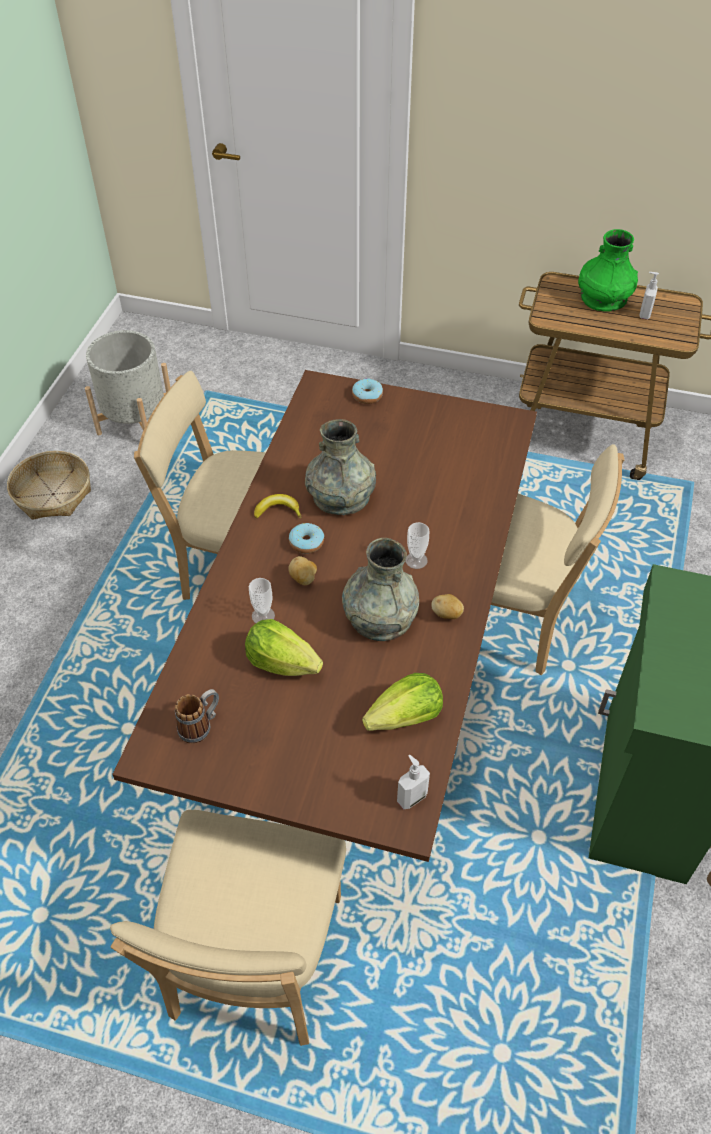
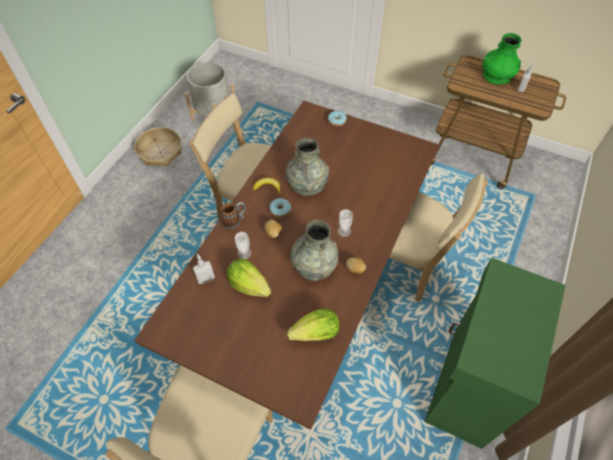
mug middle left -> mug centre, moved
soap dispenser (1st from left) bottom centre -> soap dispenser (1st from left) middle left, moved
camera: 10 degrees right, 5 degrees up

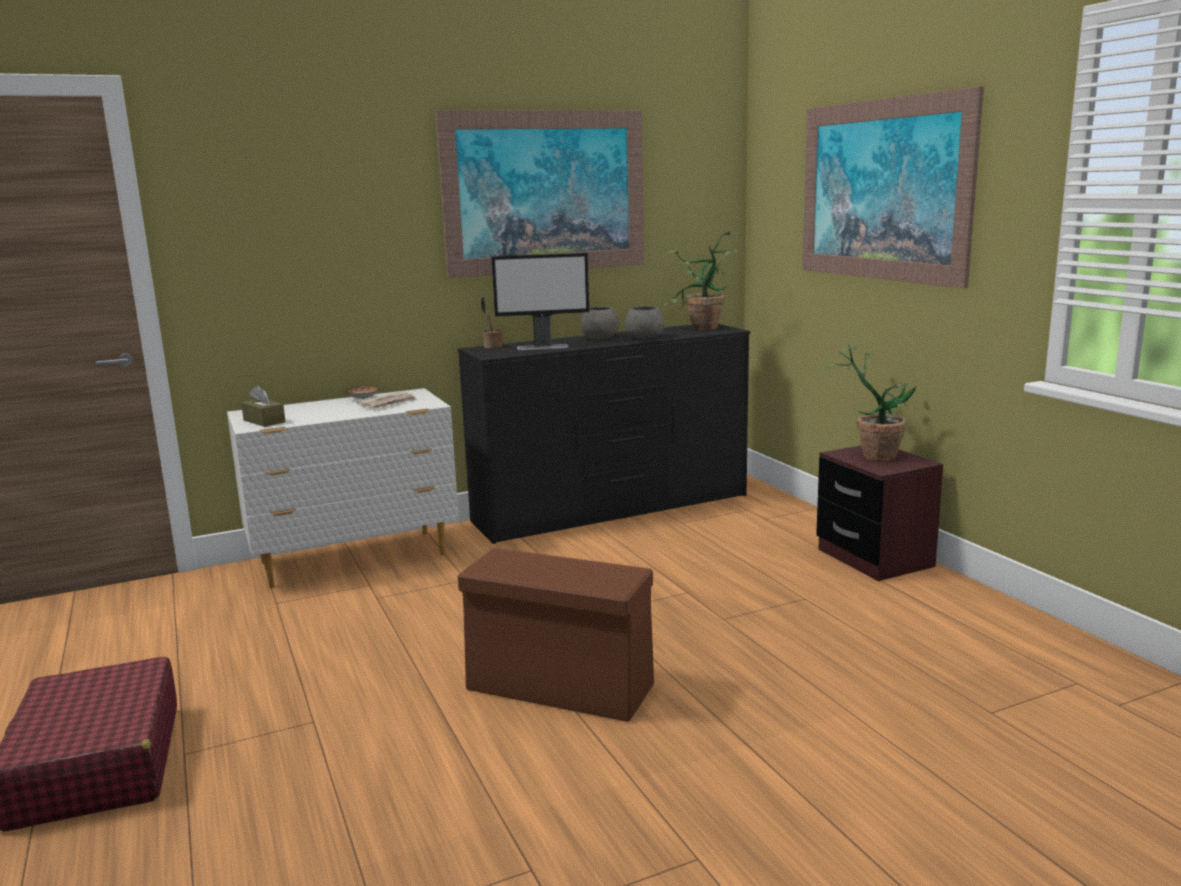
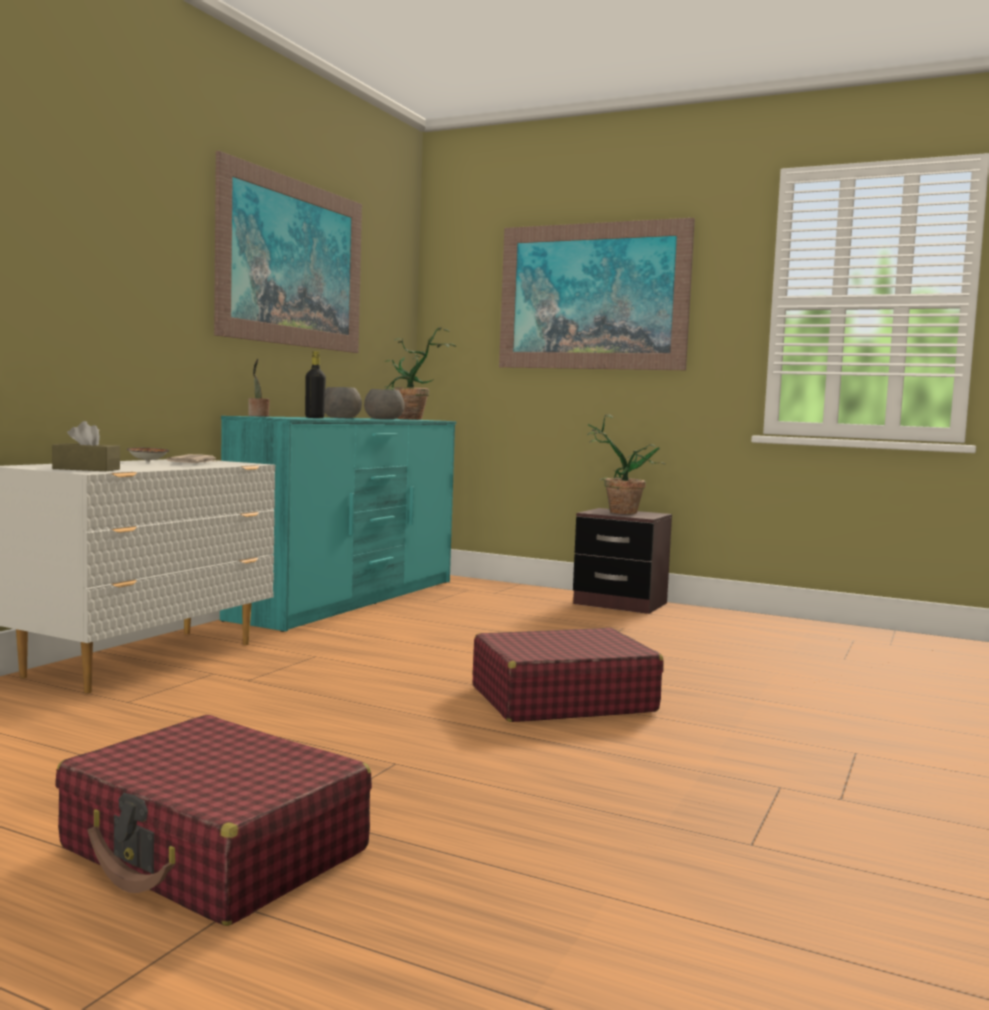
storage box (brown) bottom centre -> suitcase (red) (2nd from left) bottom centre
monitor centre -> bottle (black) middle left
dresser (black) centre -> dresser (turquoise) centre
camera: 40 degrees left, 10 degrees down

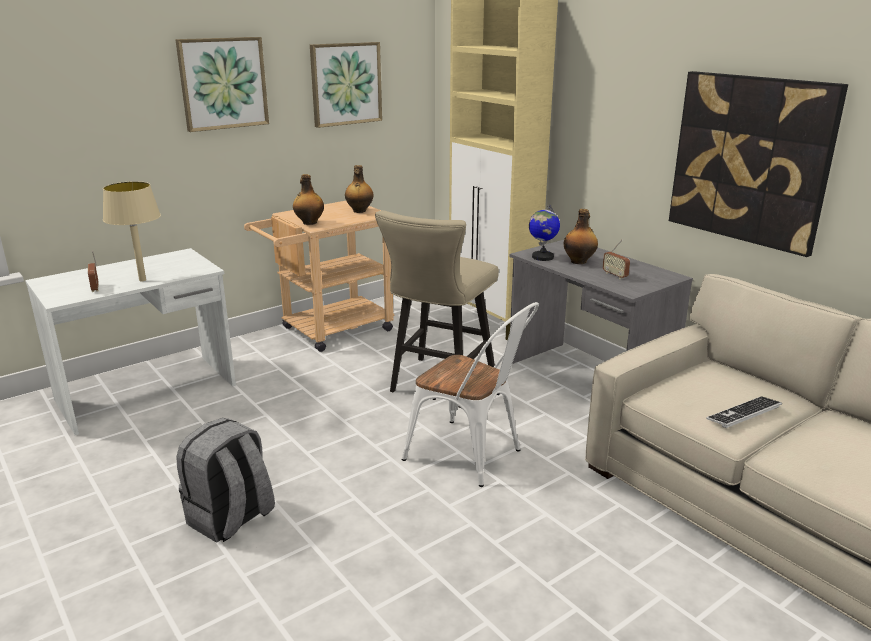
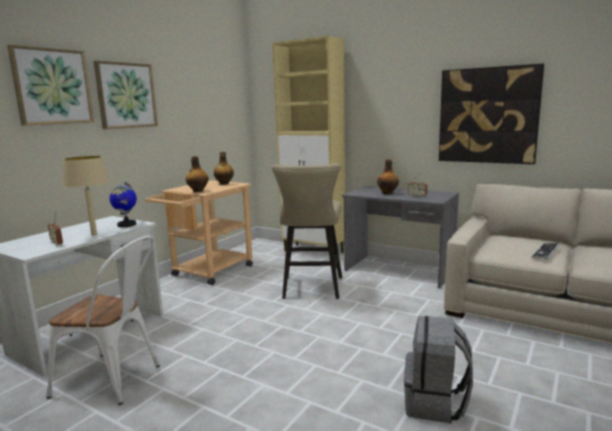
backpack (grey) bottom left -> backpack (grey) bottom right, moved
picture (2nd from left in the first image) top centre -> picture (1st from left) top left, moved
chair (white) centre -> chair (white) bottom left, moved
globe centre -> globe middle left, moved
camera: 20 degrees left, 10 degrees down

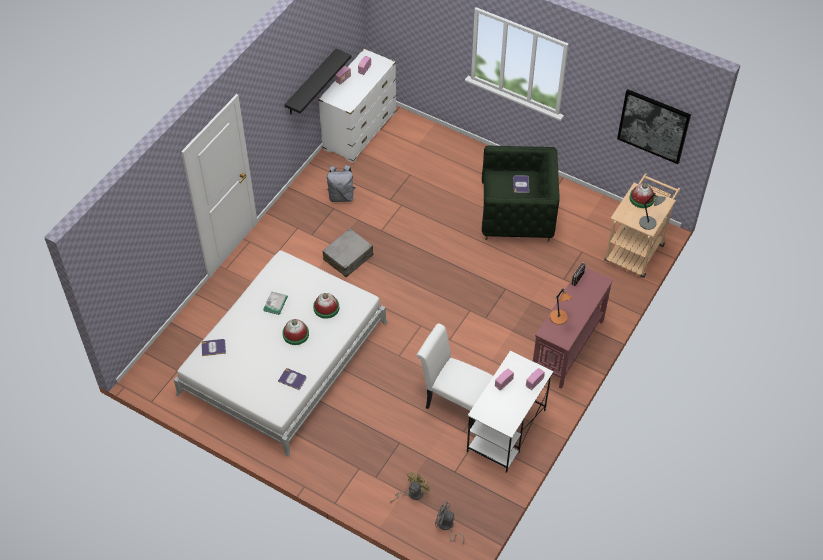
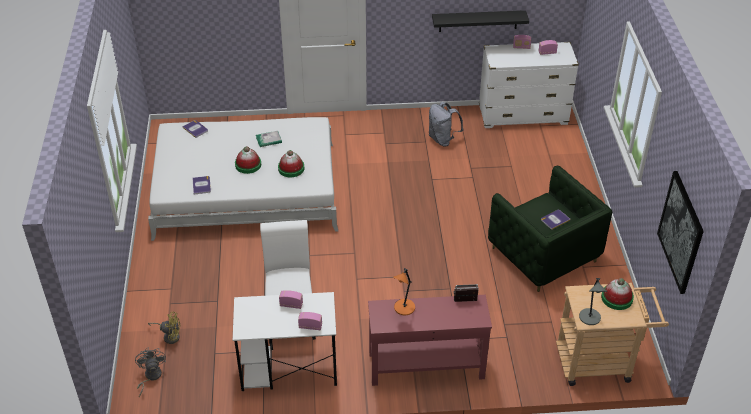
suitcase (grey) centre -> none
camera: 55 degrees right, 10 degrees down

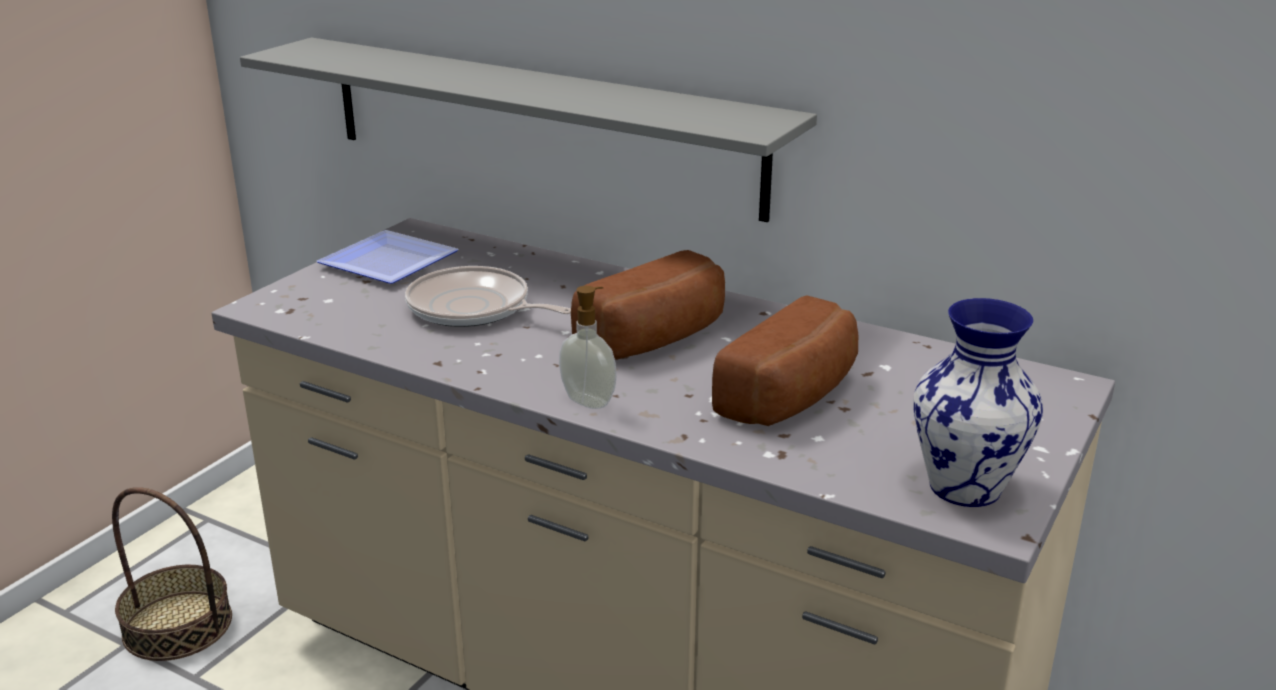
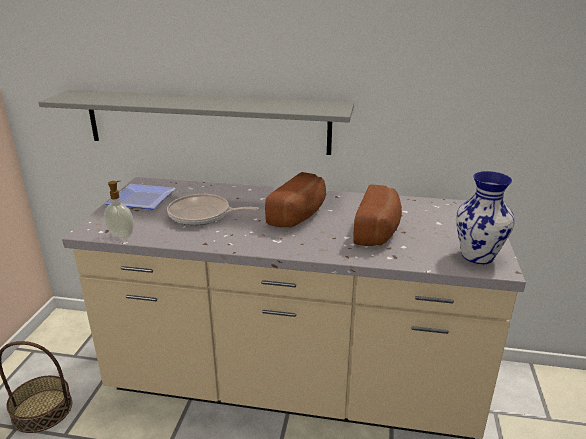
soap dispenser centre -> soap dispenser middle left, moved
camera: 20 degrees left, 0 degrees up

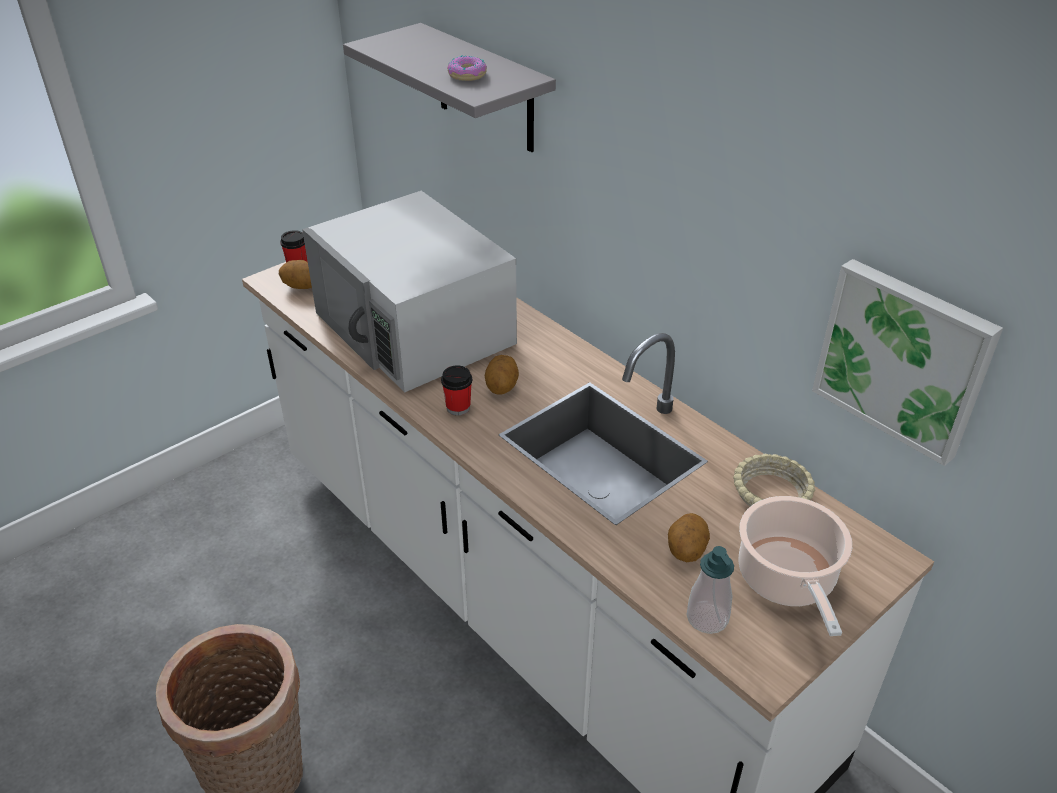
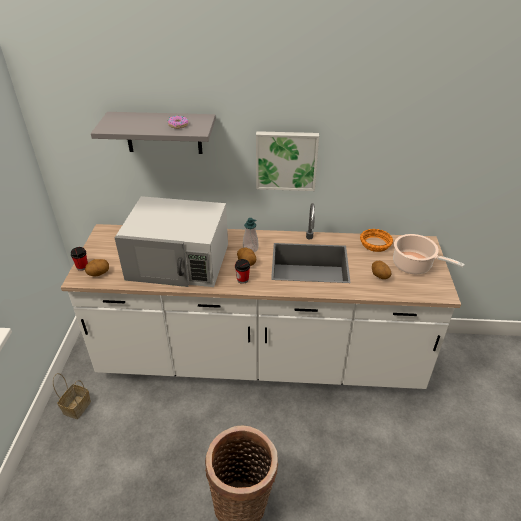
none -> basket (1st from left) bottom left
soap dispenser bottom right -> soap dispenser centre, moved
picture middle right -> picture top centre, moved
bowl (beige) middle right -> bowl (orange) middle right
camera: 45 degrees left, 0 degrees up

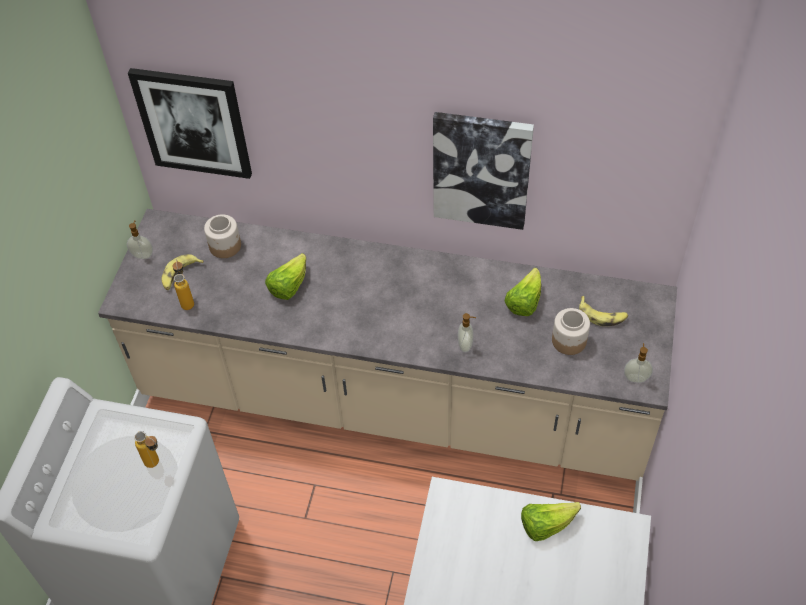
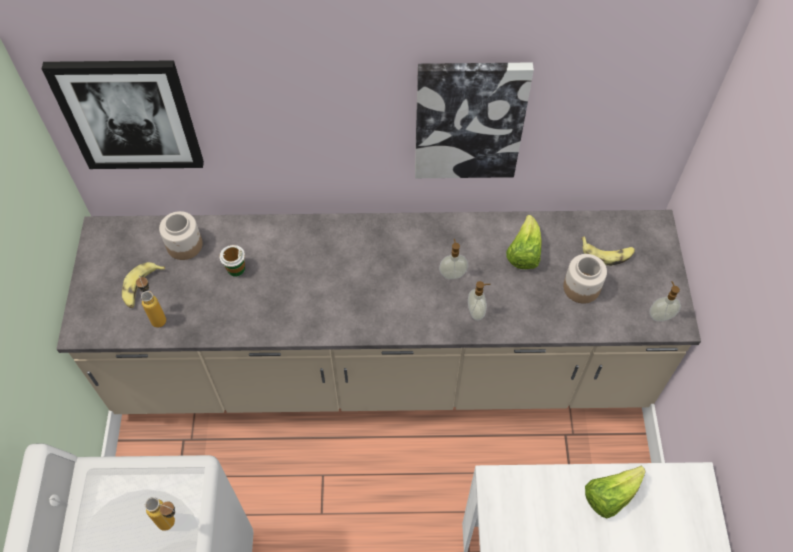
lettuce (1st from left) centre -> none
none -> cup middle left
soap dispenser (1st from left) middle left -> soap dispenser (1st from left) centre, moved
camera: 15 degrees left, 5 degrees up

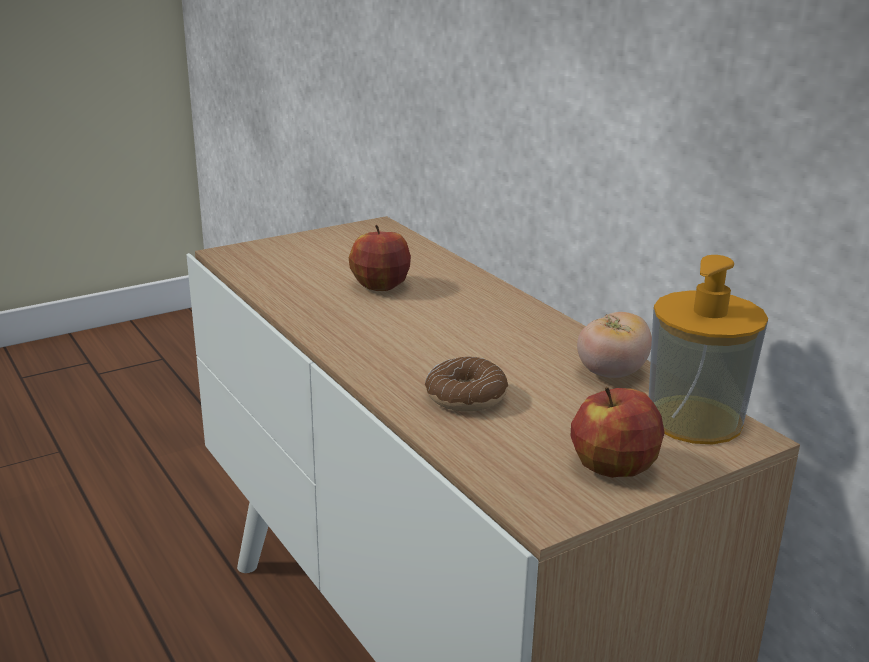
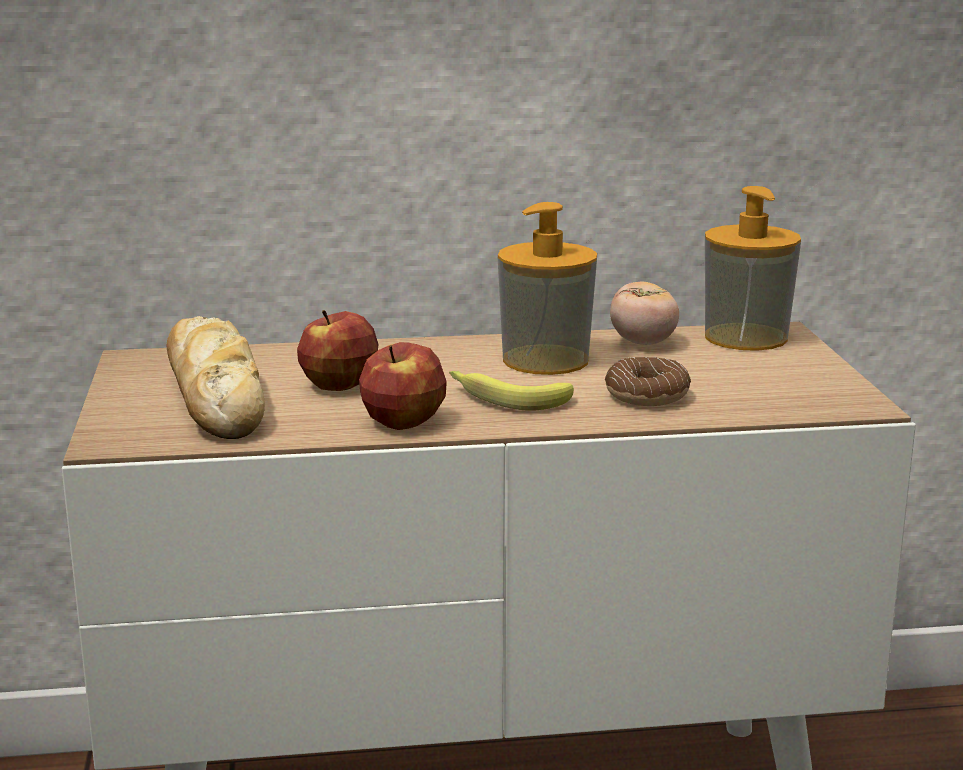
none -> bread middle left
none -> banana centre
none -> soap dispenser (1st from left) centre
apple (2nd from left) middle right -> apple (2nd from left) centre, moved
camera: 65 degrees left, 5 degrees down

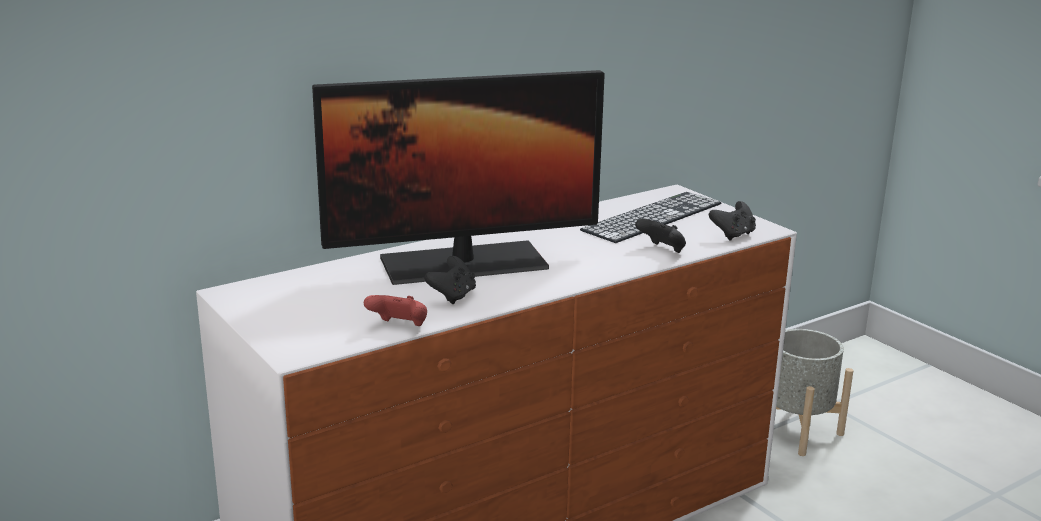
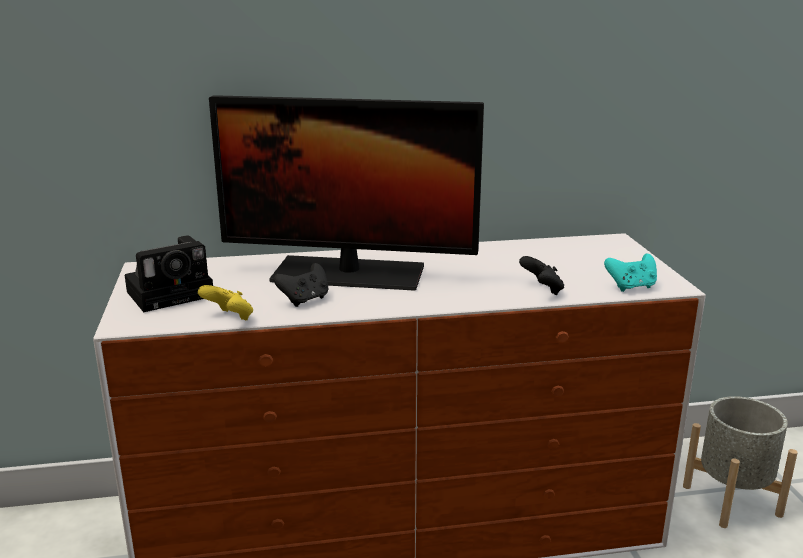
keyboard centre -> none
none -> photo camera middle left
game controller (red) centre -> game controller (yellow) middle left
game controller (black) (3rd from left) middle right -> game controller (turquoise) middle right
camera: 25 degrees right, 0 degrees up

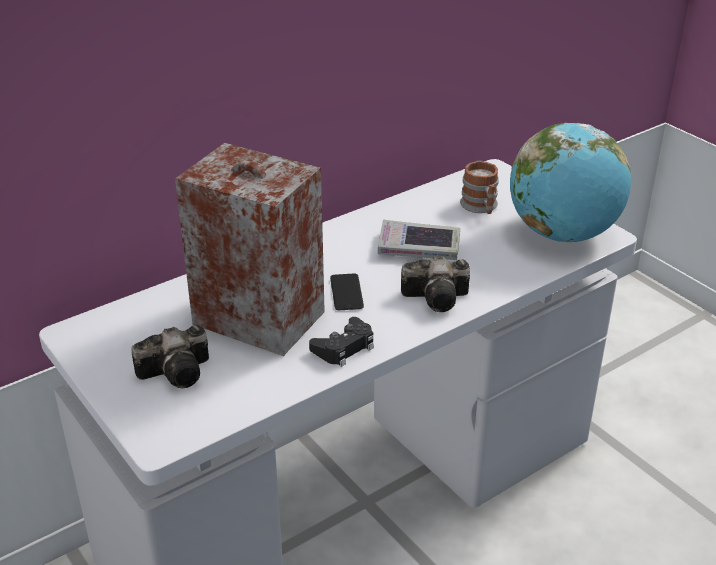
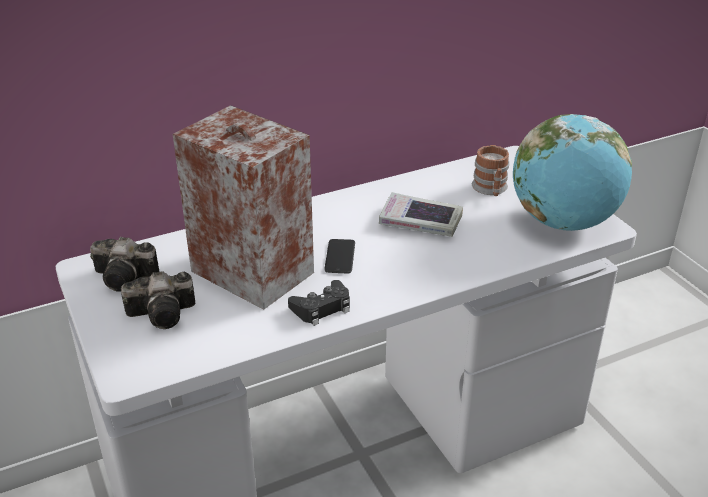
photo camera (2nd from left in the first image) centre -> photo camera (1st from left) middle left, moved
camera: 10 degrees right, 0 degrees up

